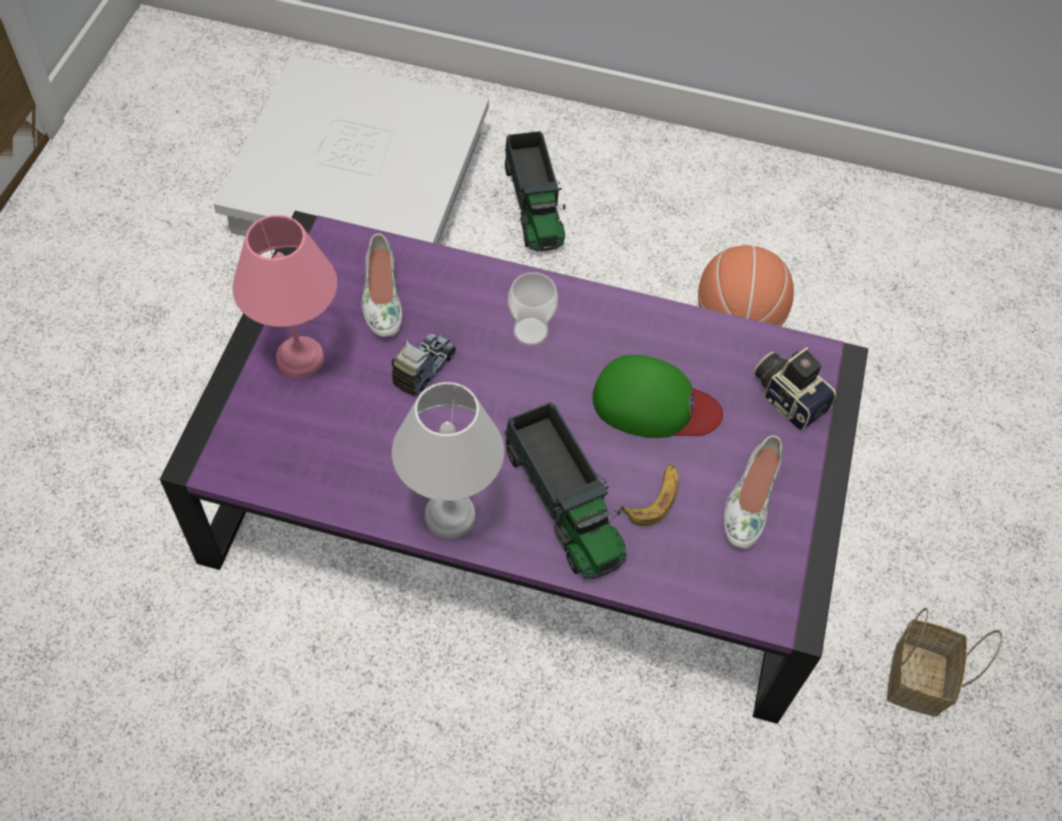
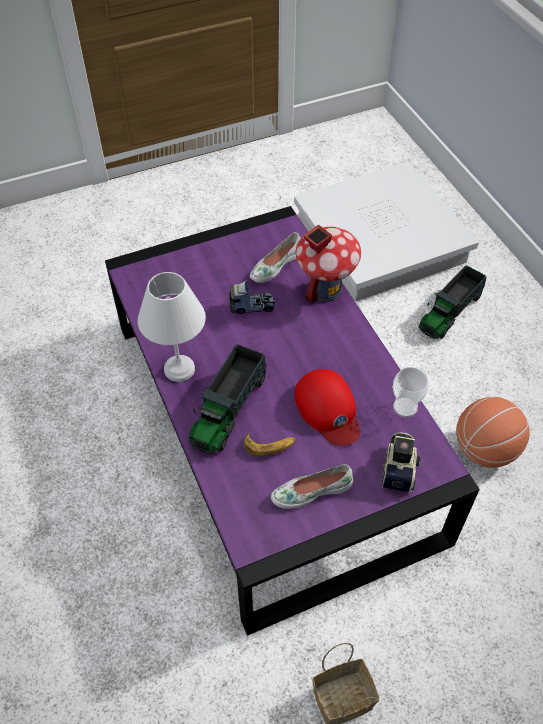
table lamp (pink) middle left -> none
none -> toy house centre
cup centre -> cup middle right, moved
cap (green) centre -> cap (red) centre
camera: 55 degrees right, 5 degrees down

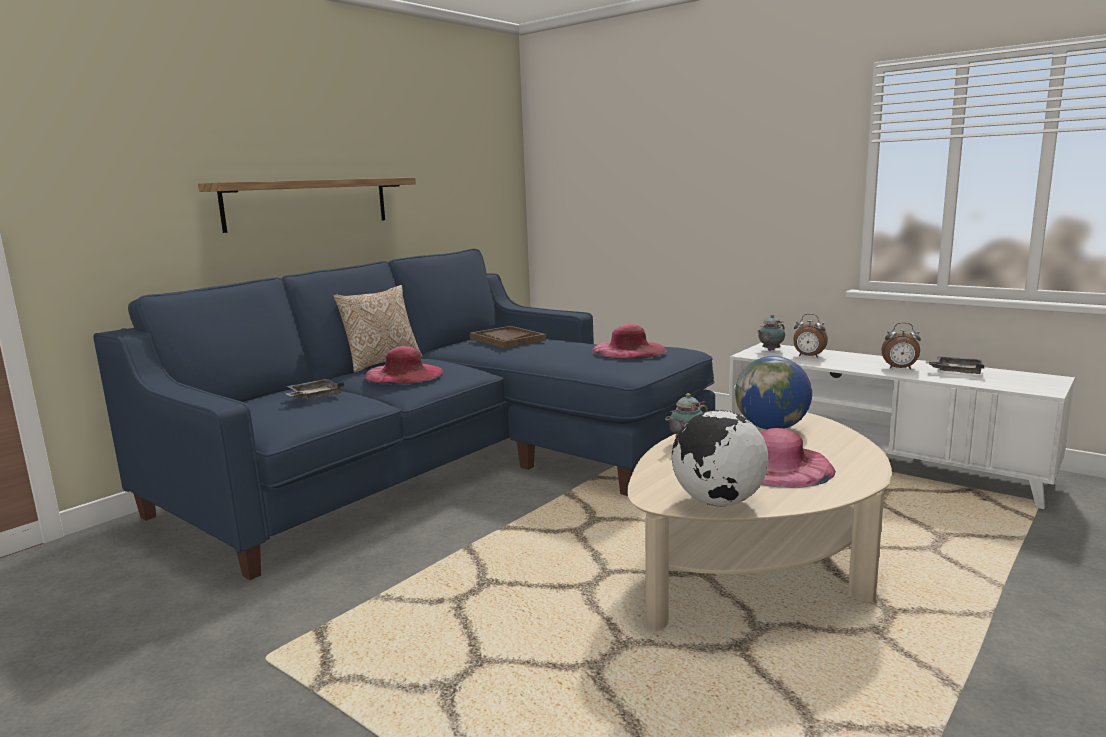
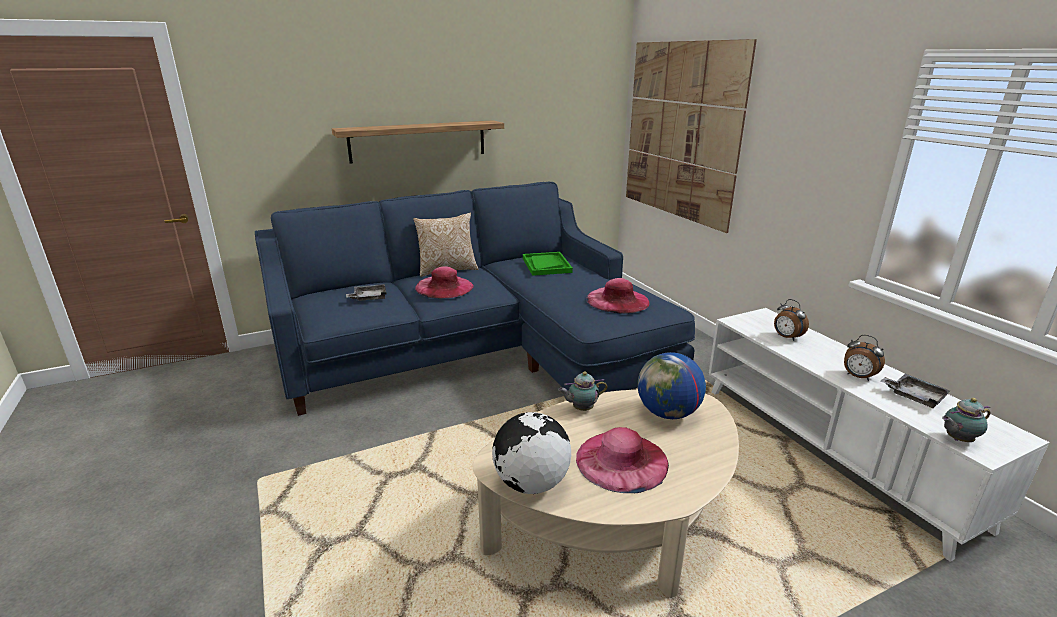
none -> picture top centre
teapot (2nd from left) middle right -> teapot (2nd from left) bottom right, moved
tray (brown) centre -> tray (green) centre
camera: 25 degrees right, 10 degrees up

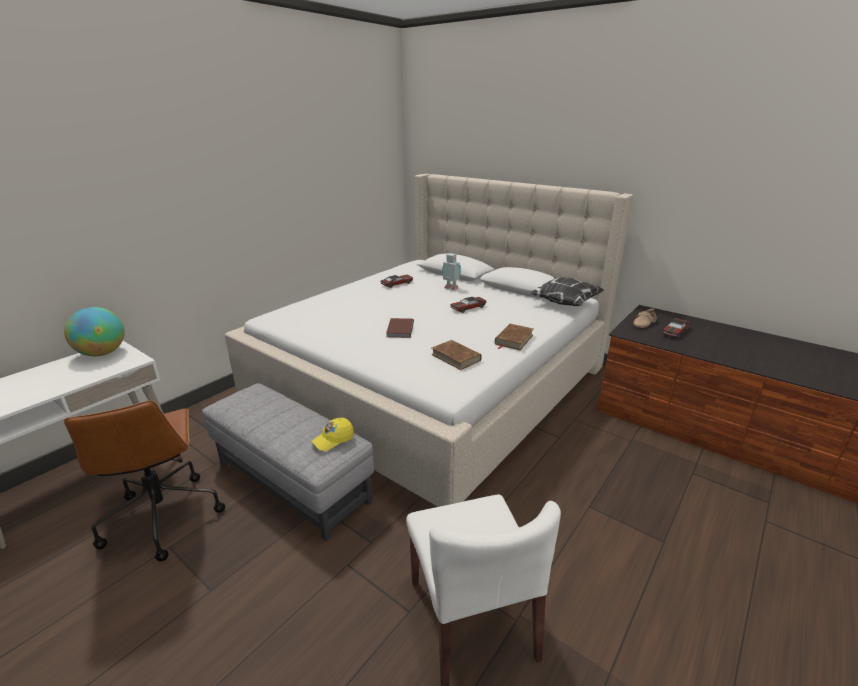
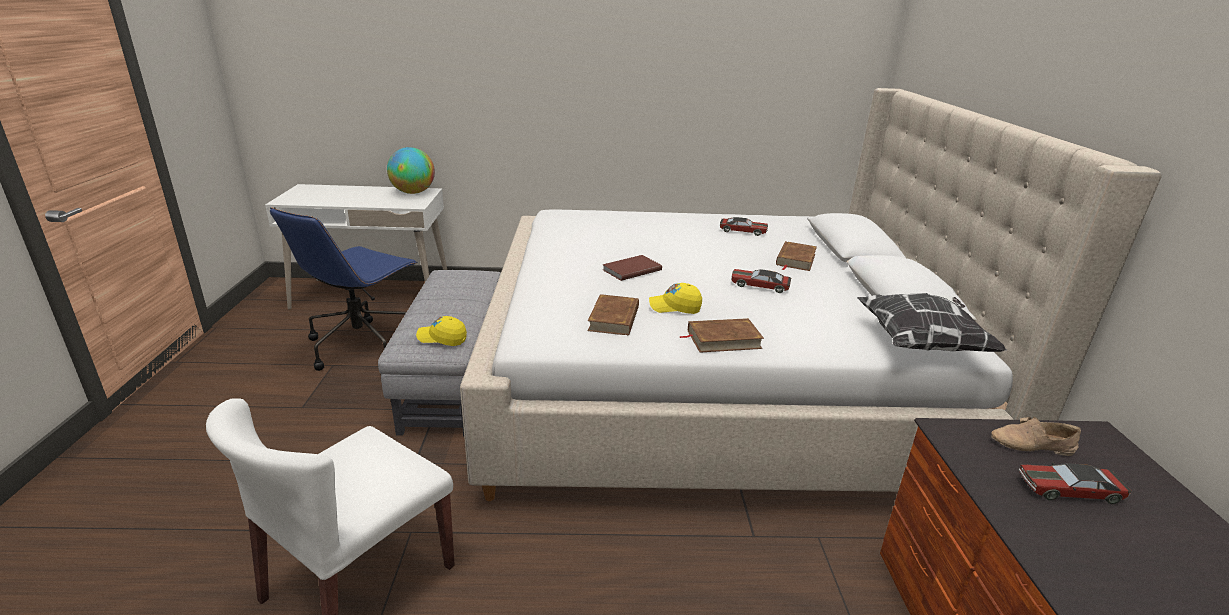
none -> cap (yellow) (2nd from left) centre
toy robot centre -> book (brown) (4th from left) centre
office chair (brown) bottom left -> office chair (blue) middle left
camera: 50 degrees right, 0 degrees up

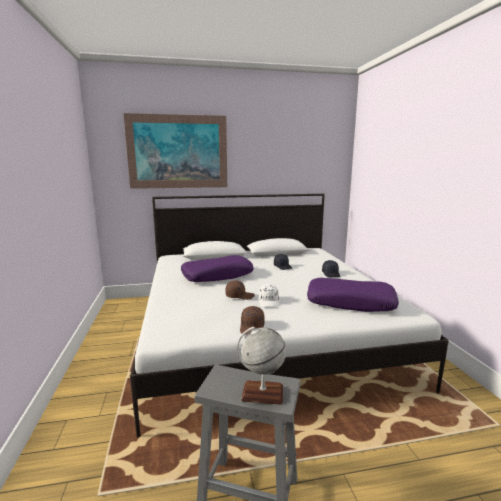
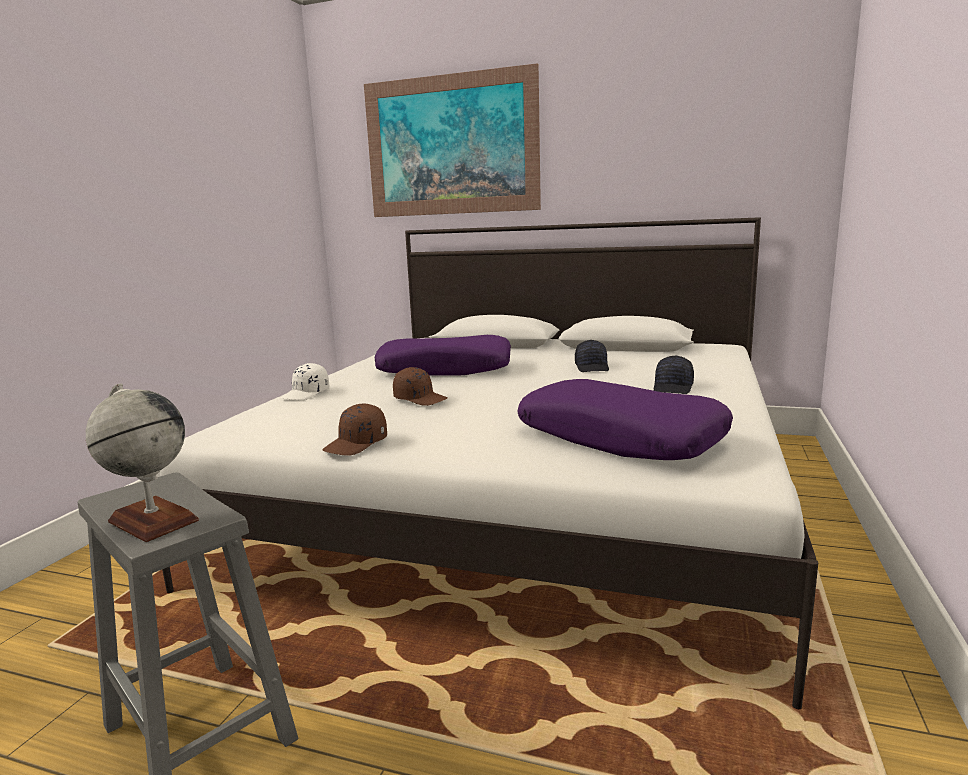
cap (white) centre -> cap (white) middle left, moved
camera: 30 degrees right, 0 degrees up

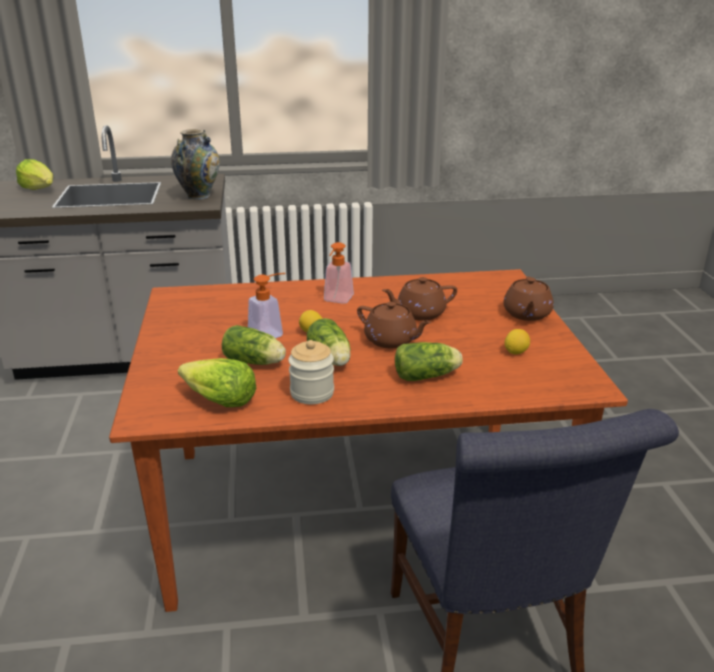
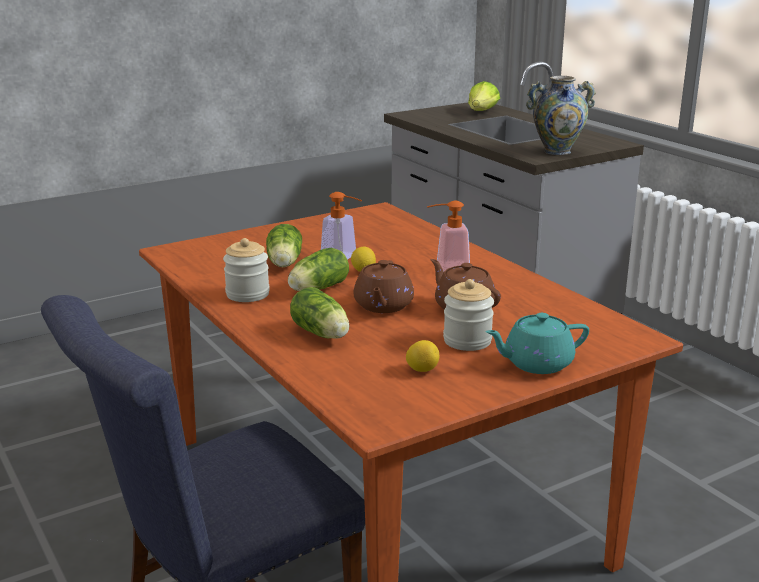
lettuce (2nd from left) middle left -> none
none -> jar (2nd from left) centre
teapot (brown) (3rd from left) middle right -> teapot (turquoise) middle right
camera: 65 degrees right, 5 degrees down

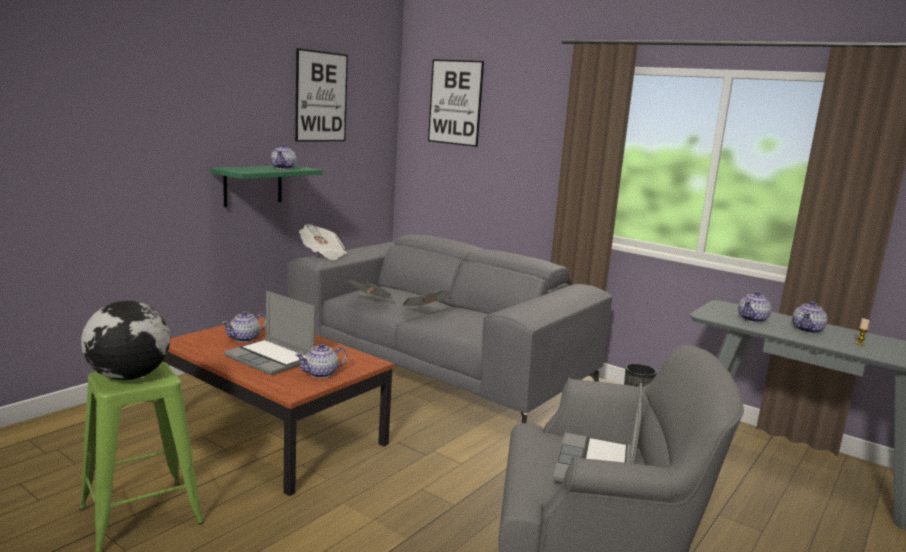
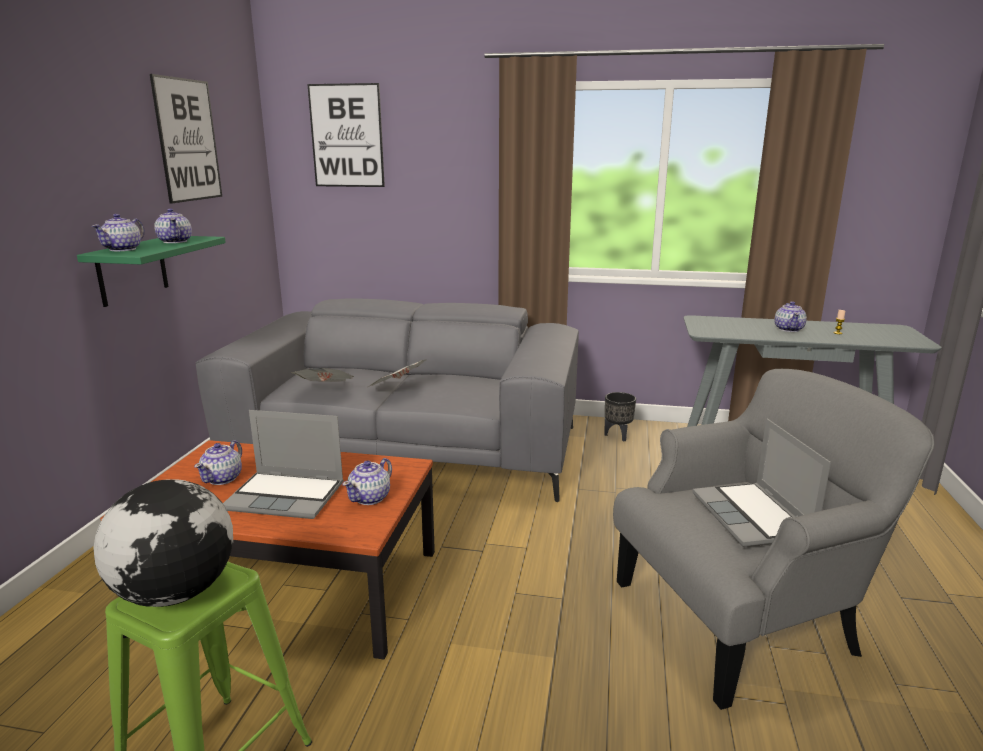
newspaper (1st from left) centre -> none
teapot (4th from left in the first image) middle right -> teapot (1st from left) top left, moved
camera: 25 degrees left, 5 degrees up

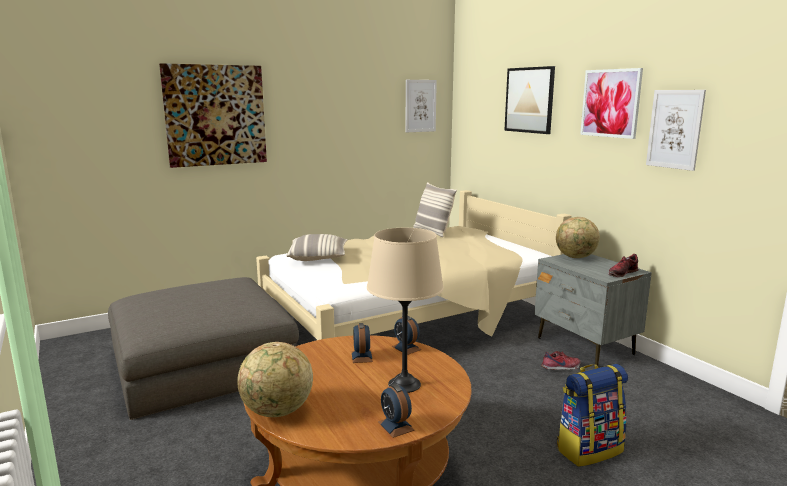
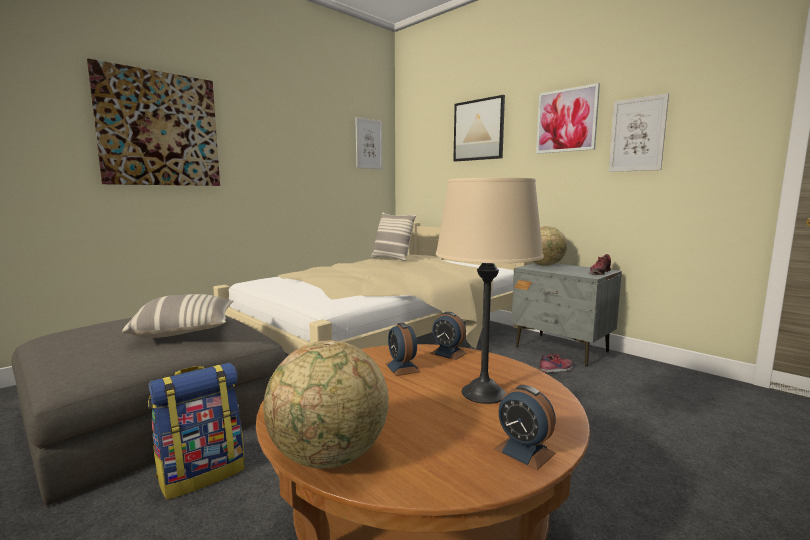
pillow (1st from left) centre -> pillow (1st from left) middle left, moved
backpack bottom right -> backpack bottom left, moved
camera: 15 degrees left, 5 degrees down

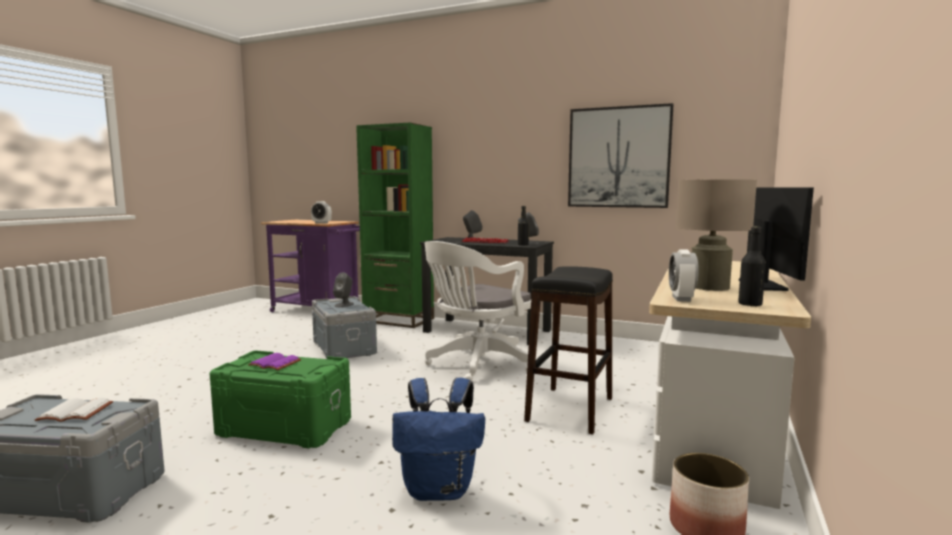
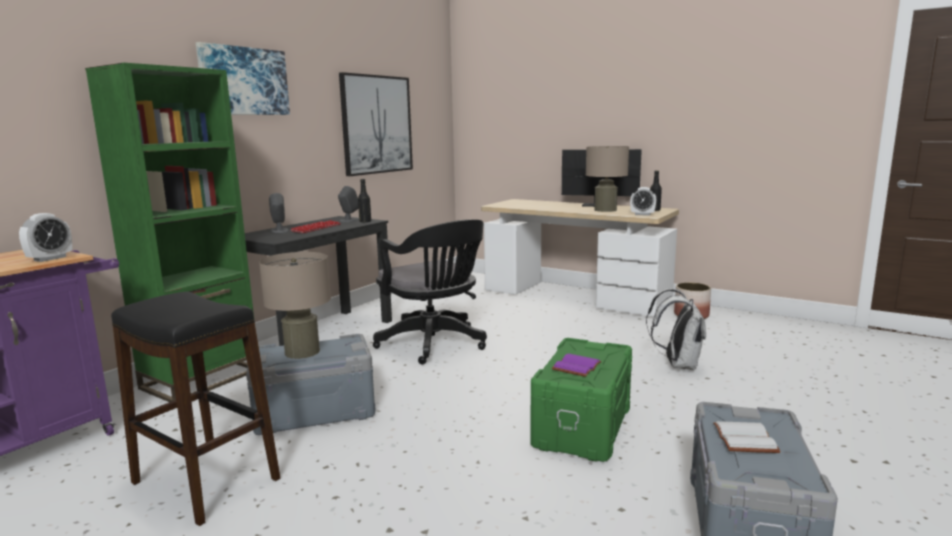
none -> picture (1st from left) top left
stool (black) centre -> stool (black) bottom left, moved
speaker (grey) (1st from left) centre -> table lamp (beige) (1st from left) middle left
backpack (blue) bottom centre -> backpack (white) middle right
office chair (white) centre -> office chair (black) centre
camera: 80 degrees left, 5 degrees up

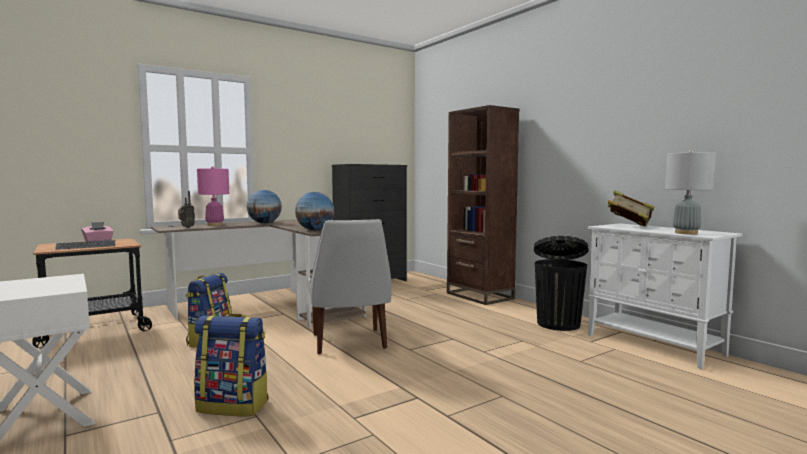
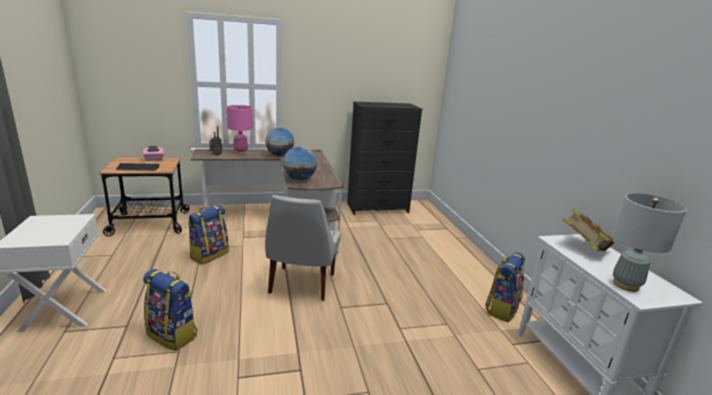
bookcase (brown) centre -> none
trash can (black) middle right -> backpack (3rd from left) bottom right
camera: 20 degrees right, 15 degrees up

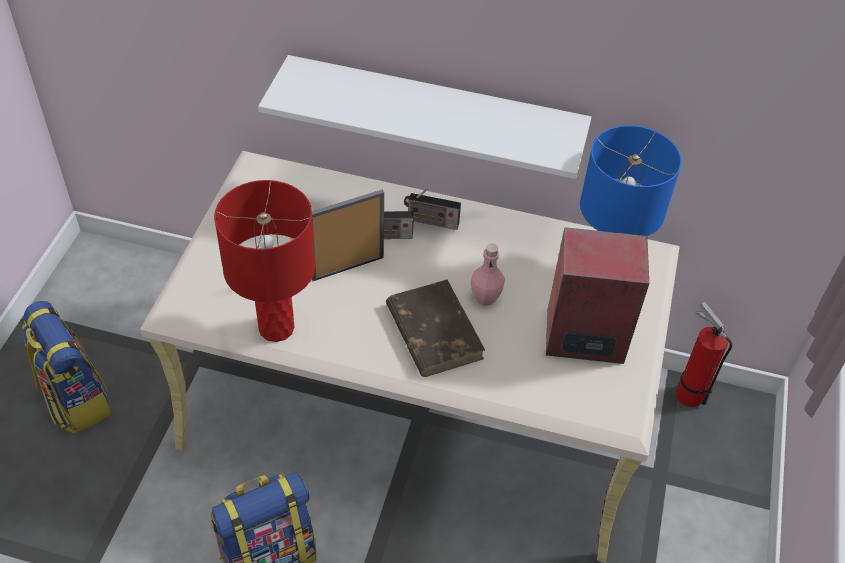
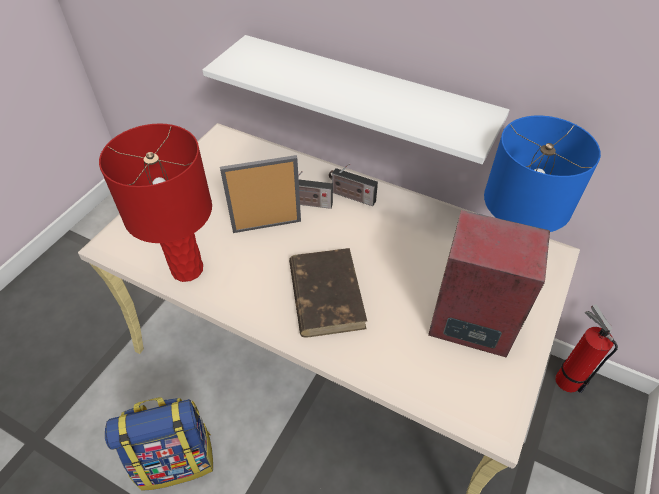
backpack (1st from left) middle left -> none
bottle (pink) centre -> none
camera: 15 degrees right, 0 degrees up

